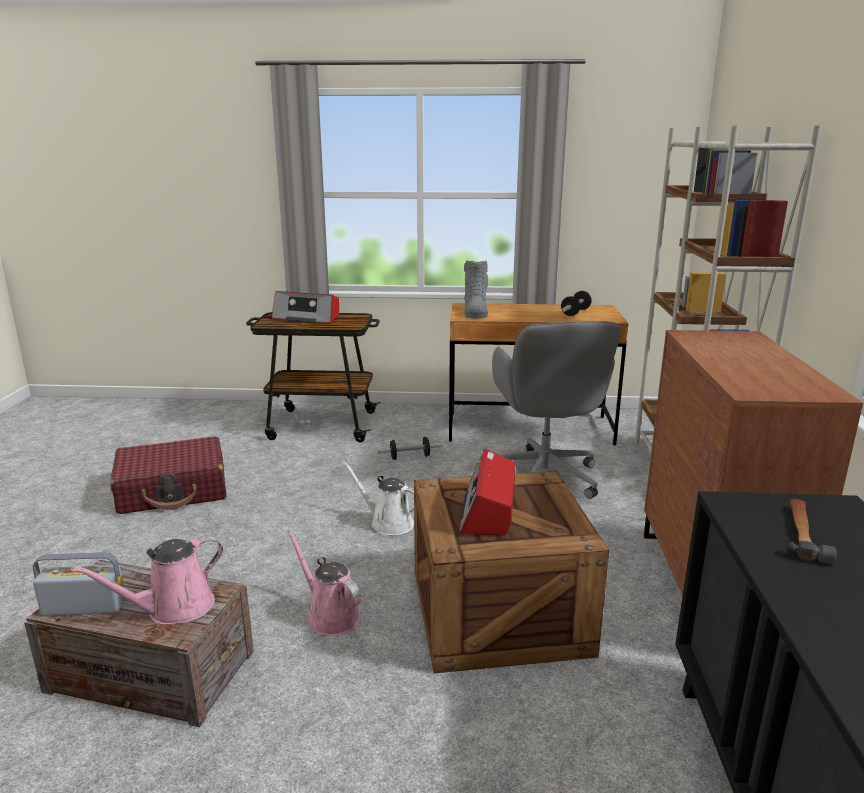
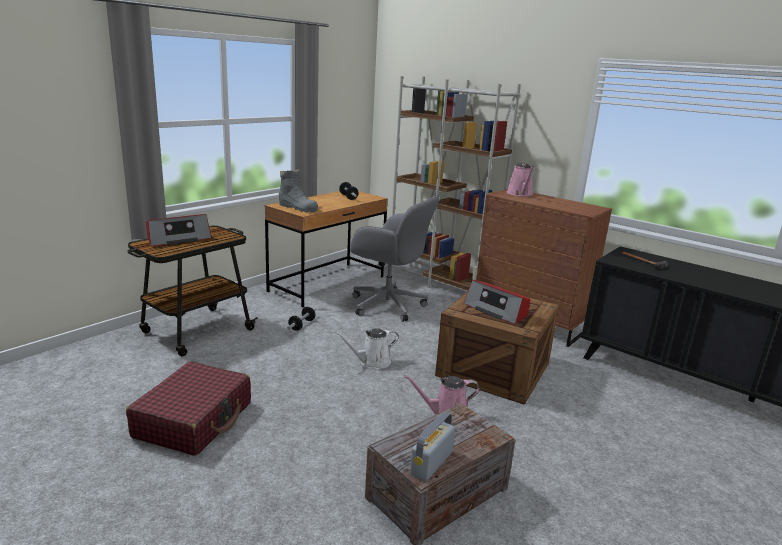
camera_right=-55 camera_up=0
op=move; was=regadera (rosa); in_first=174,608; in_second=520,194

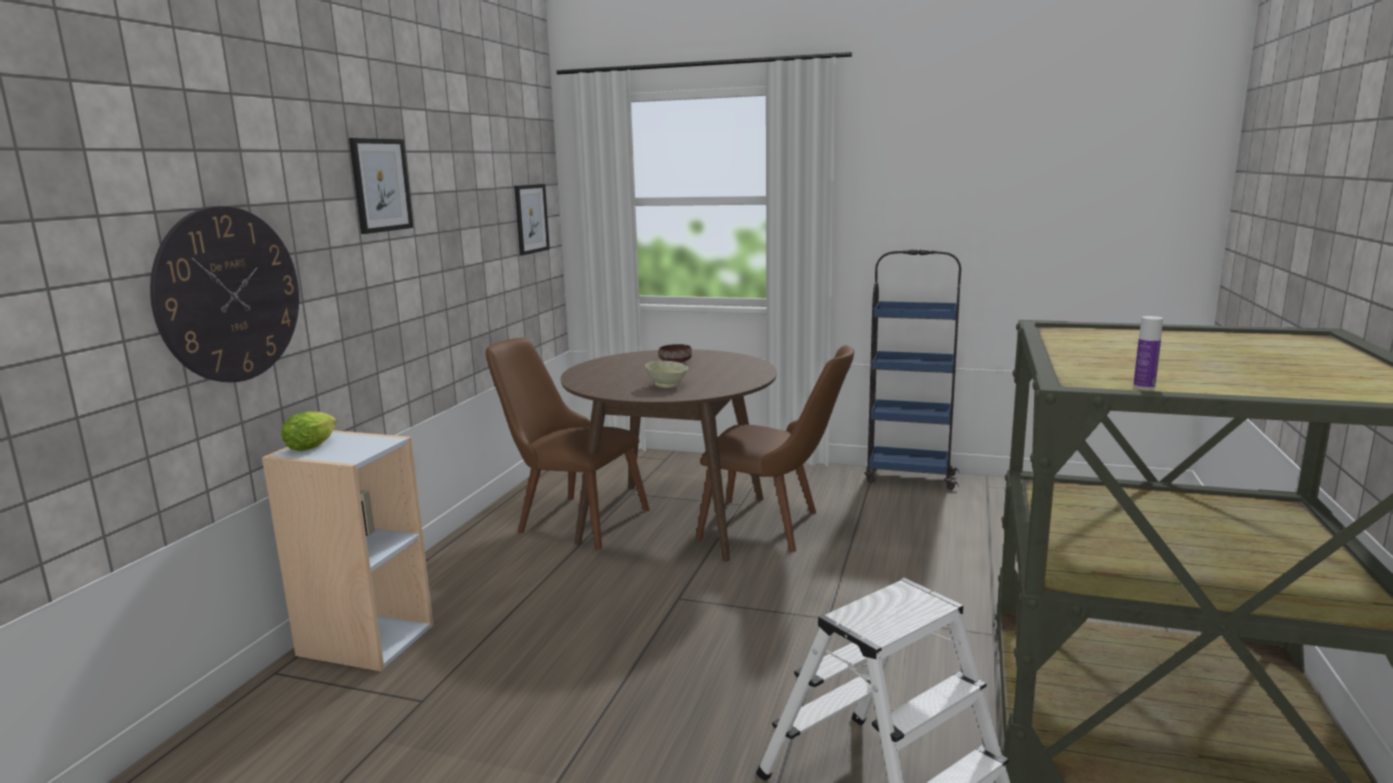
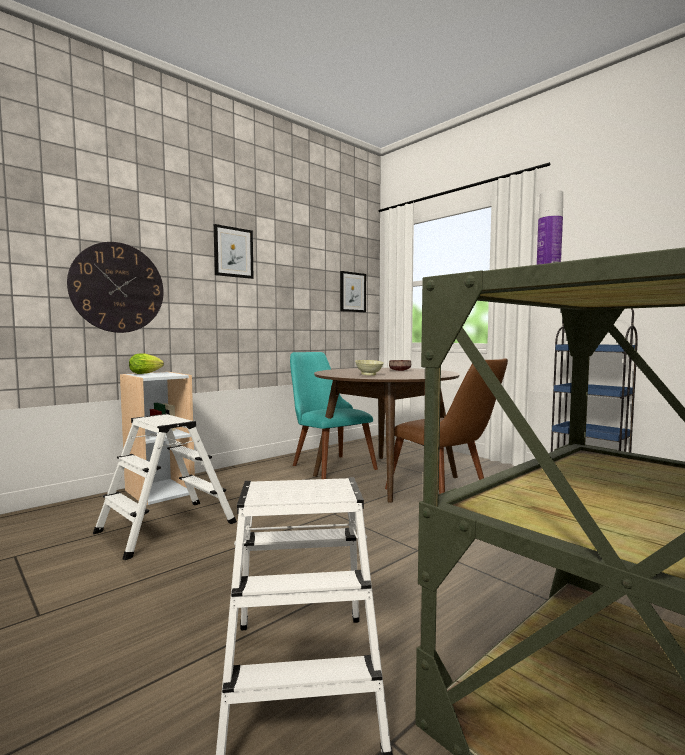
camera_right=30 camera_up=-10
op=insert; now=escalera de tijera (blanco); in_second=166,527
op=recolor; was=silla (marrón); now=silla (turquesa); in_first=569,519; in_second=327,465

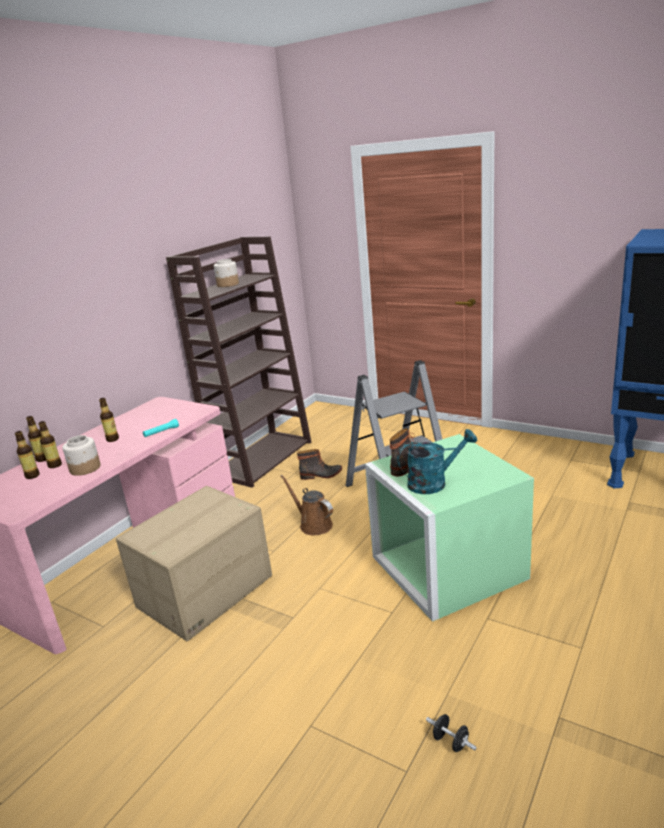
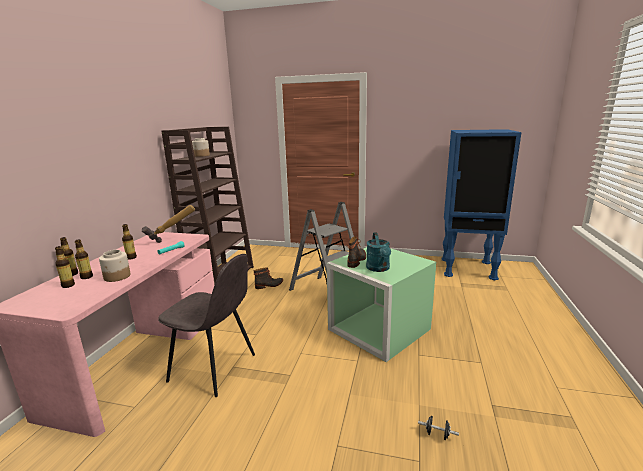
camera_right=-20 camera_up=-5
op=insert; now=martillo; in_second=172,243
op=replace; was=caja de cartón; now=silla (gris); in_first=205,592; in_second=214,368
op=rotate; was=regadera (turquesa); in_first=433,482; in_second=379,269; clockwise=120
op=delete; was=regadera (marrón); in_first=313,524

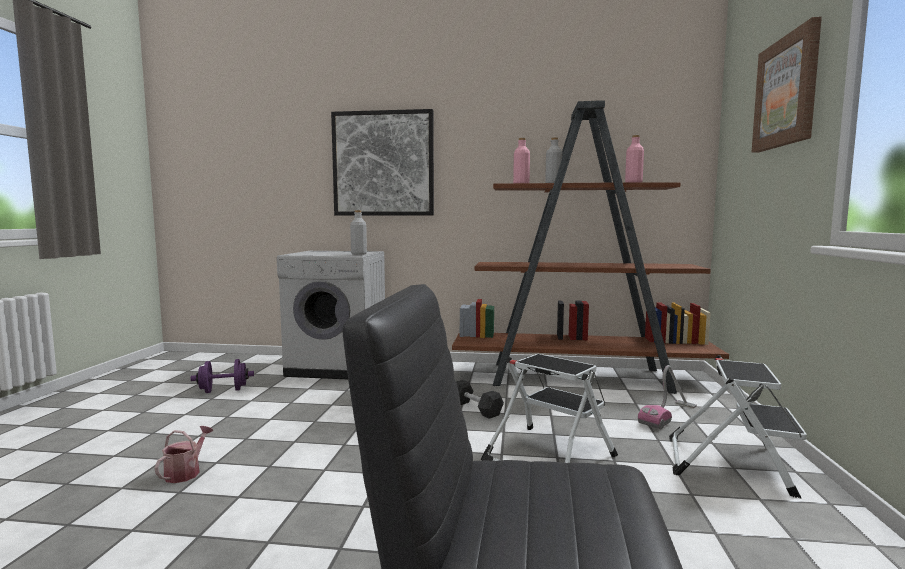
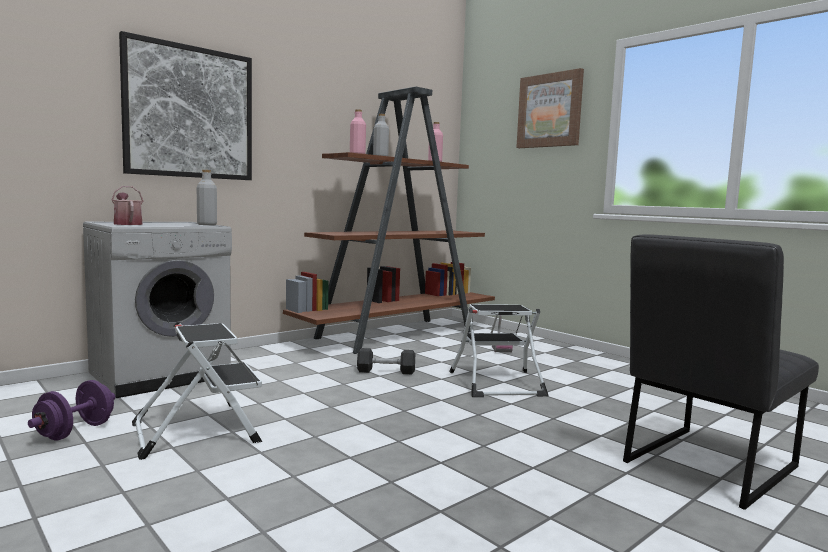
camera_right=-50 camera_up=0
op=move; was=regadera; in_first=186,472; in_second=127,224
op=move; was=escalera de tijera; in_first=730,462; in_second=197,429

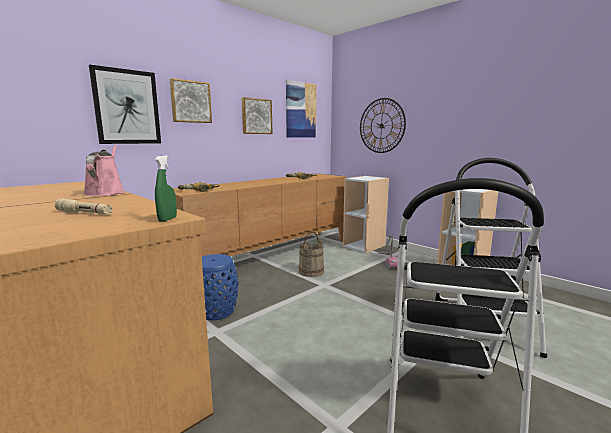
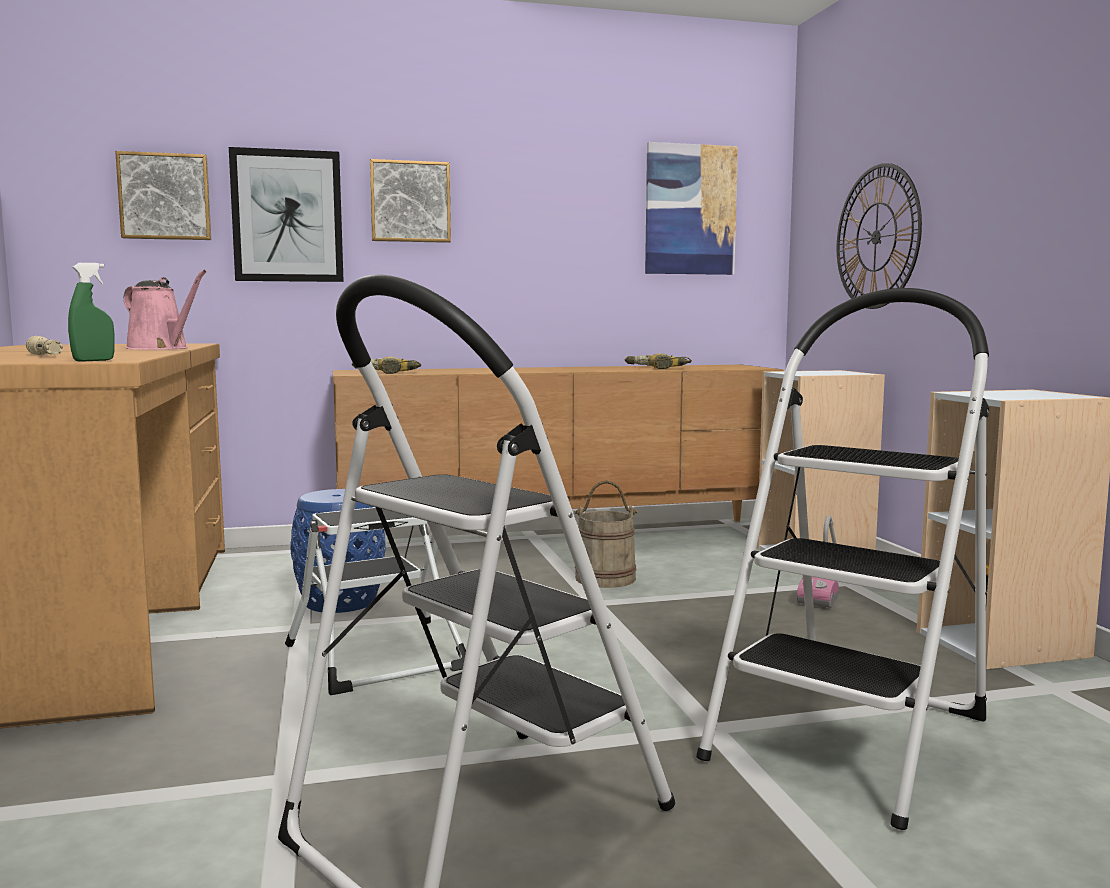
camera_right=30 camera_up=-5
op=move; was=cuadro; in_first=256,116; in_second=165,197
op=rotate; was=regadera (rosa); in_first=106,193; in_second=161,348; clockwise=105
op=insert; now=escalera de tijera; in_second=378,653

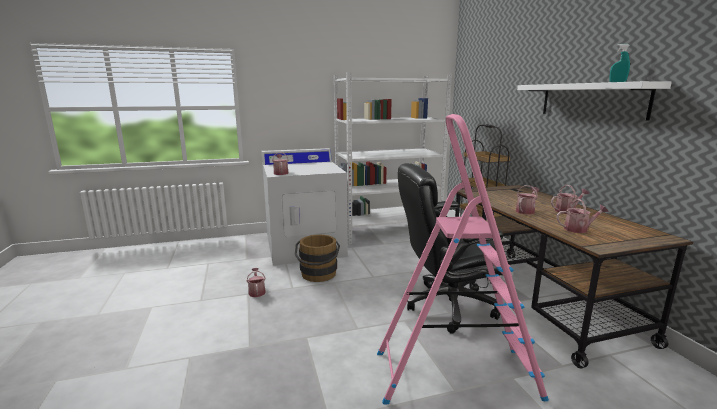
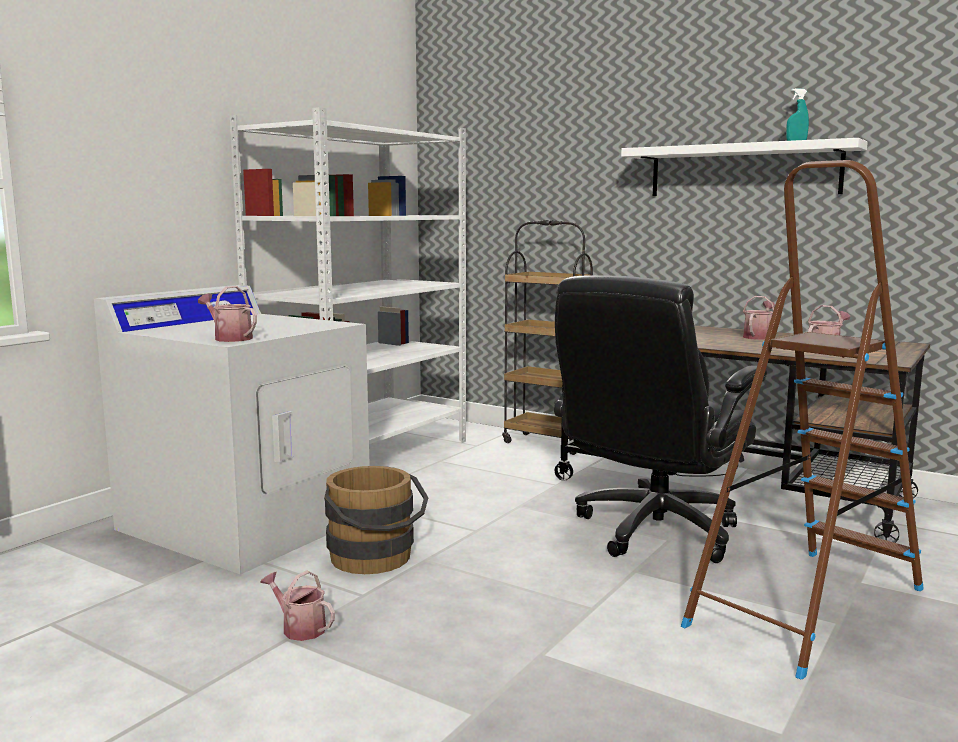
camera_right=-40 camera_up=-5
op=recolor; was=escalera de tijera (rosa); now=escalera de tijera (marrón); in_first=456,375; in_second=808,606
op=delete; was=regadera; in_first=526,211

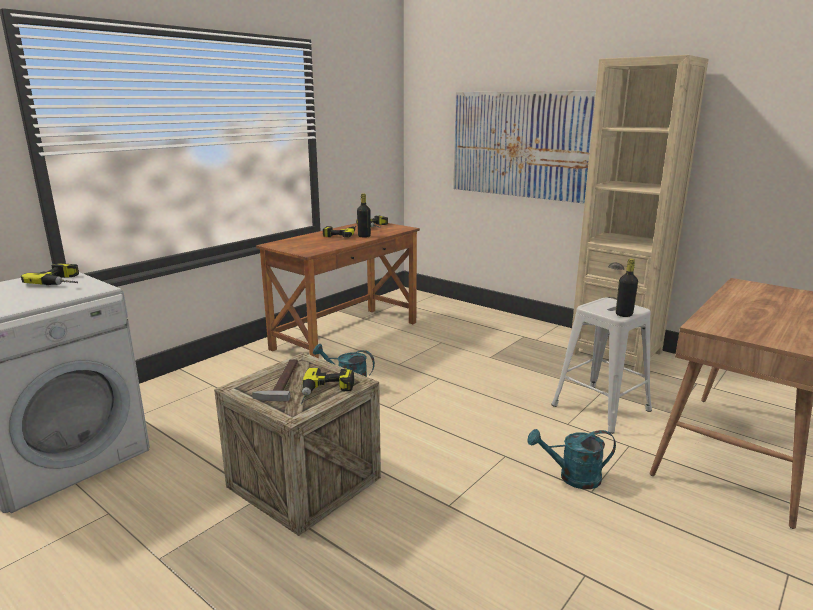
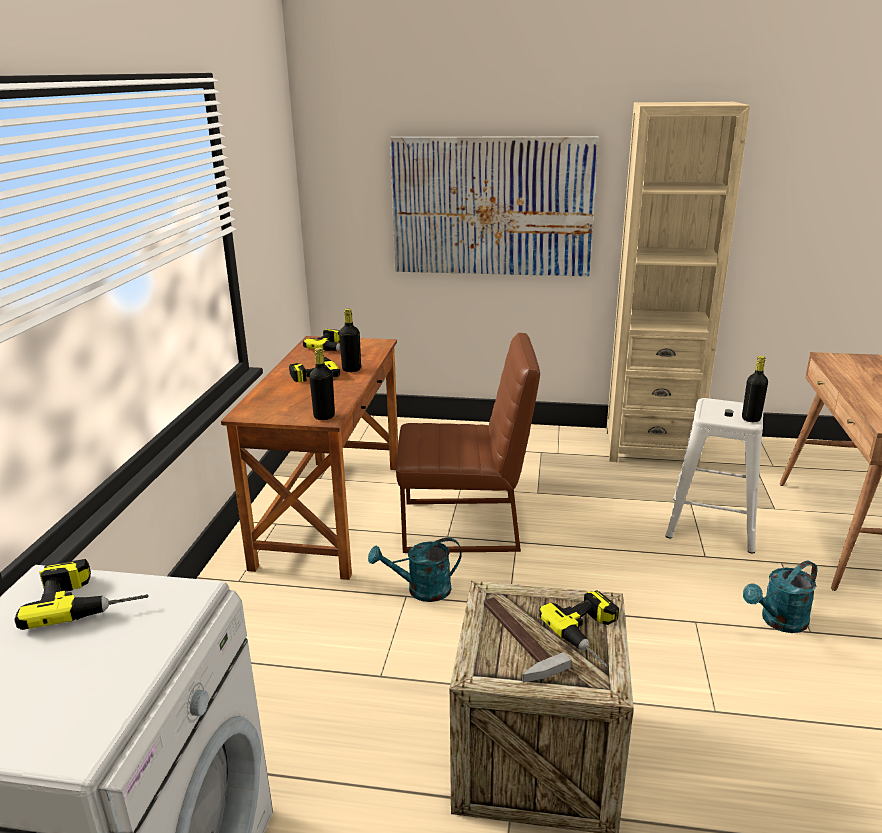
camera_right=-30 camera_up=5
op=insert; now=botella (negro); in_second=324,416
op=insert; now=silla (marrón); in_second=465,526

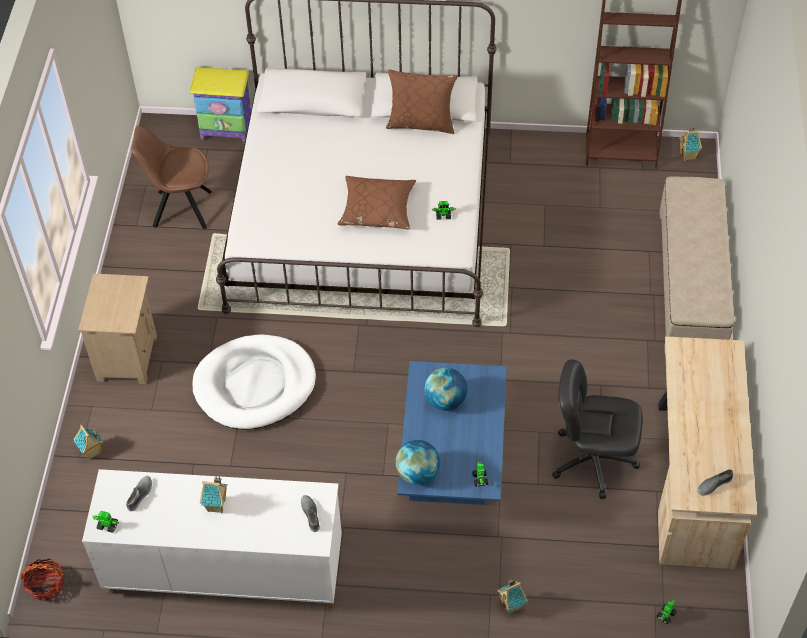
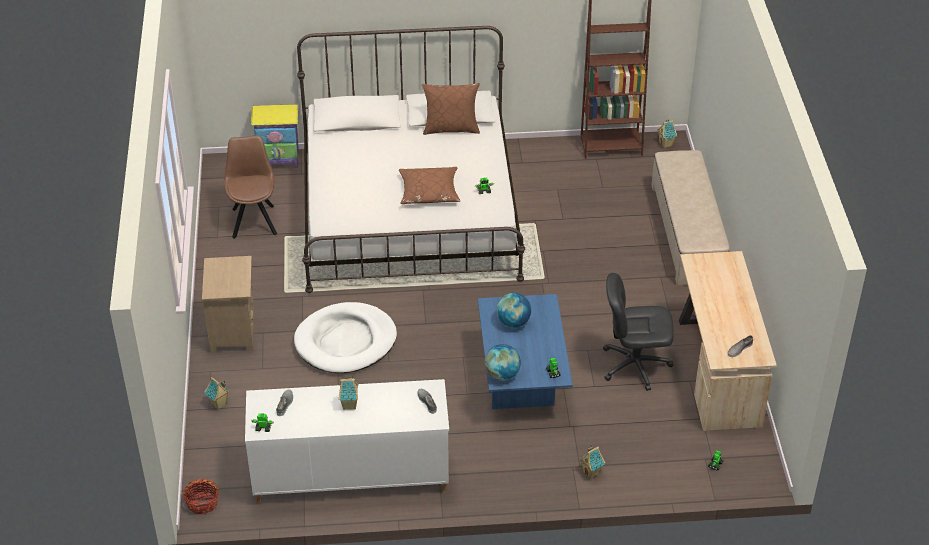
camera_right=-10 camera_up=-10
op=rotate; was=silla (marrón); in_first=181,209; in_second=254,221; clockwise=90

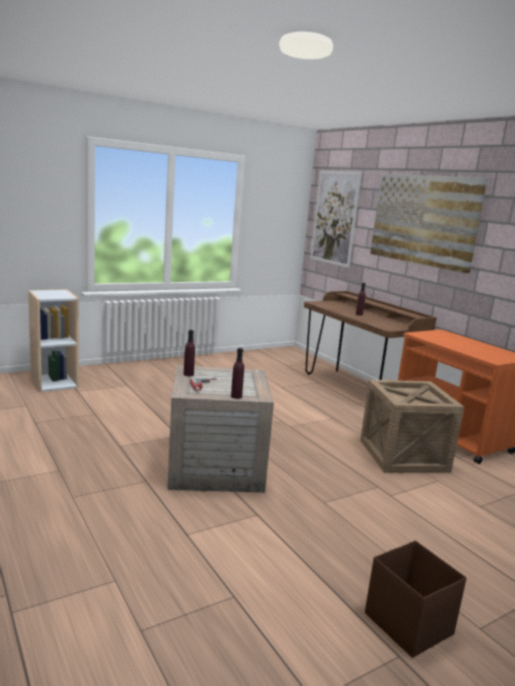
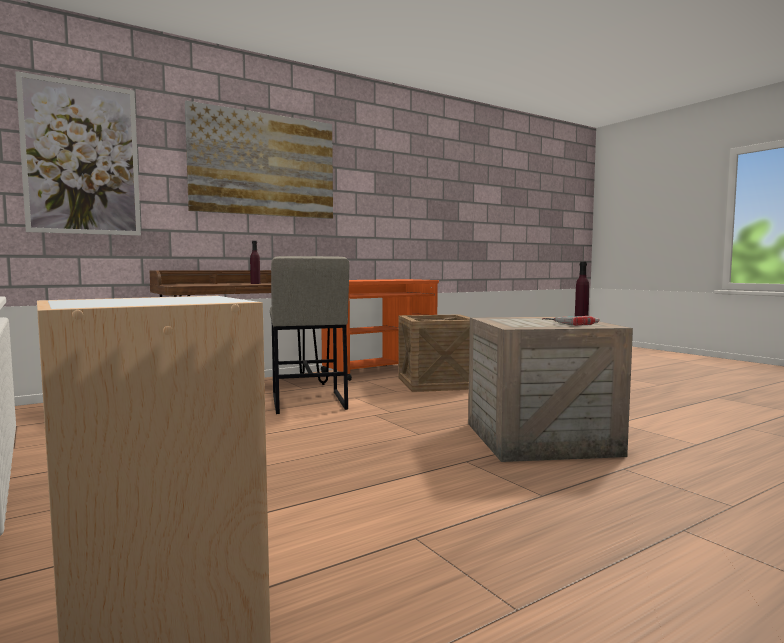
camera_right=-90 camera_up=-10
op=insert; now=silla (gris); in_second=309,403
op=delete; was=botella (morado); in_first=188,374
op=delete; was=caja de almacenaje (marrón); in_first=407,623

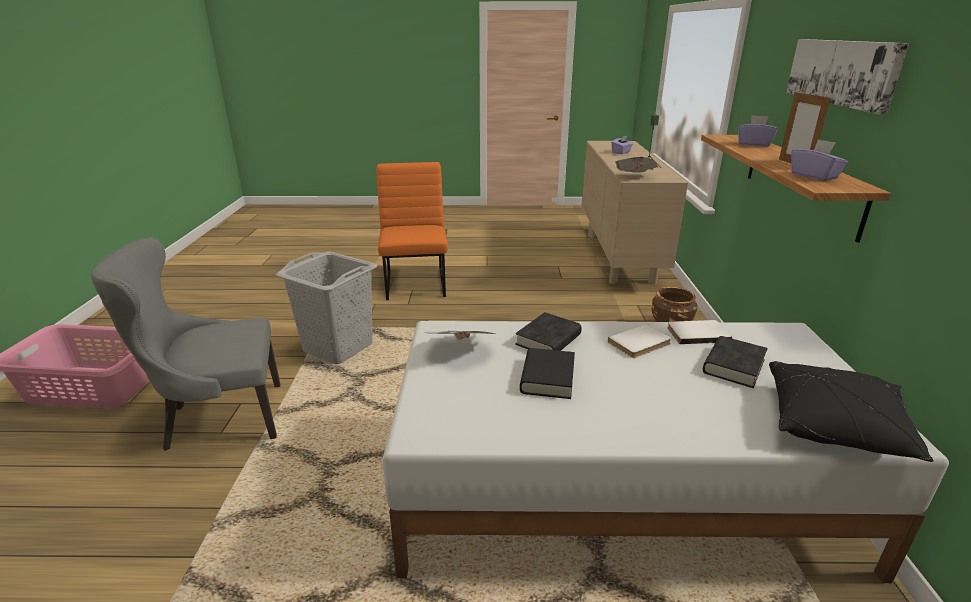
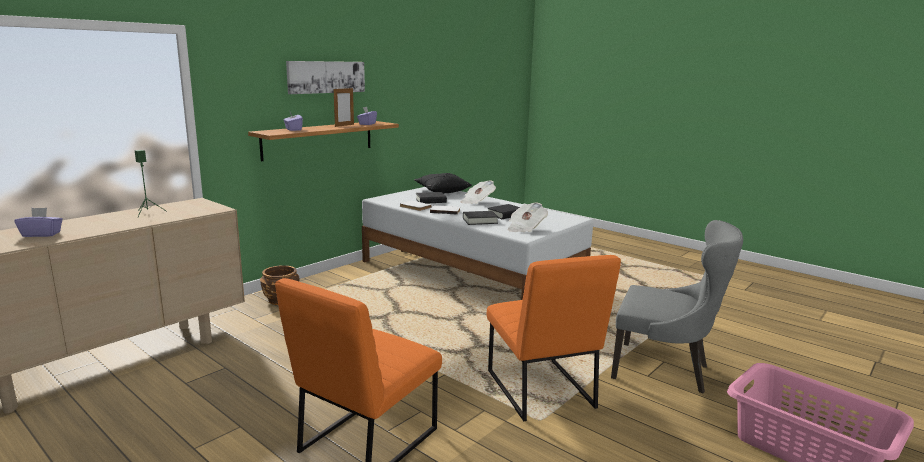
camera_right=-140 camera_up=-10
op=move; was=periódico; in_first=634,177; in_second=477,201
op=replace; was=cesto de la ropa (gris); now=silla (naranja); in_first=338,346; in_second=540,391

